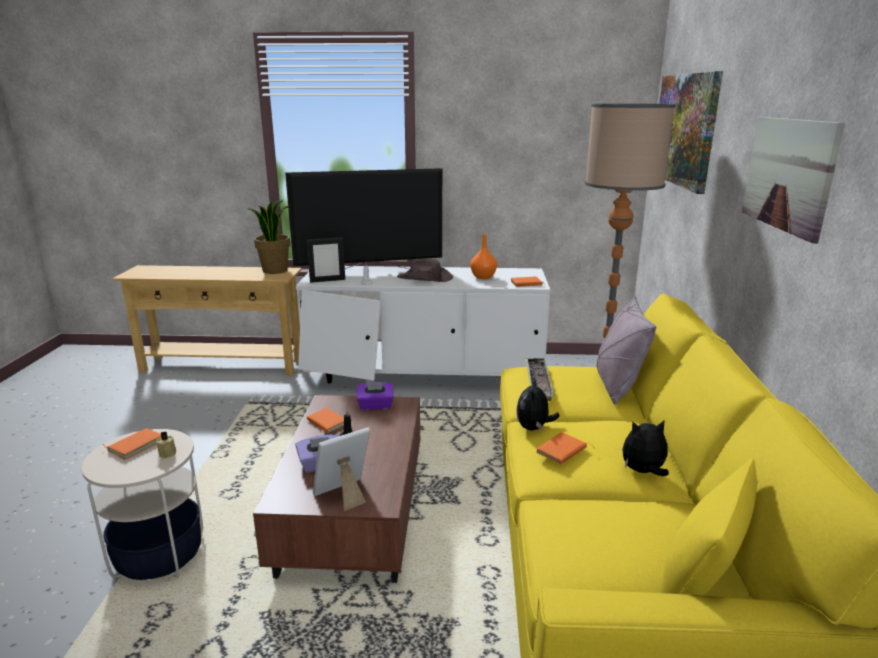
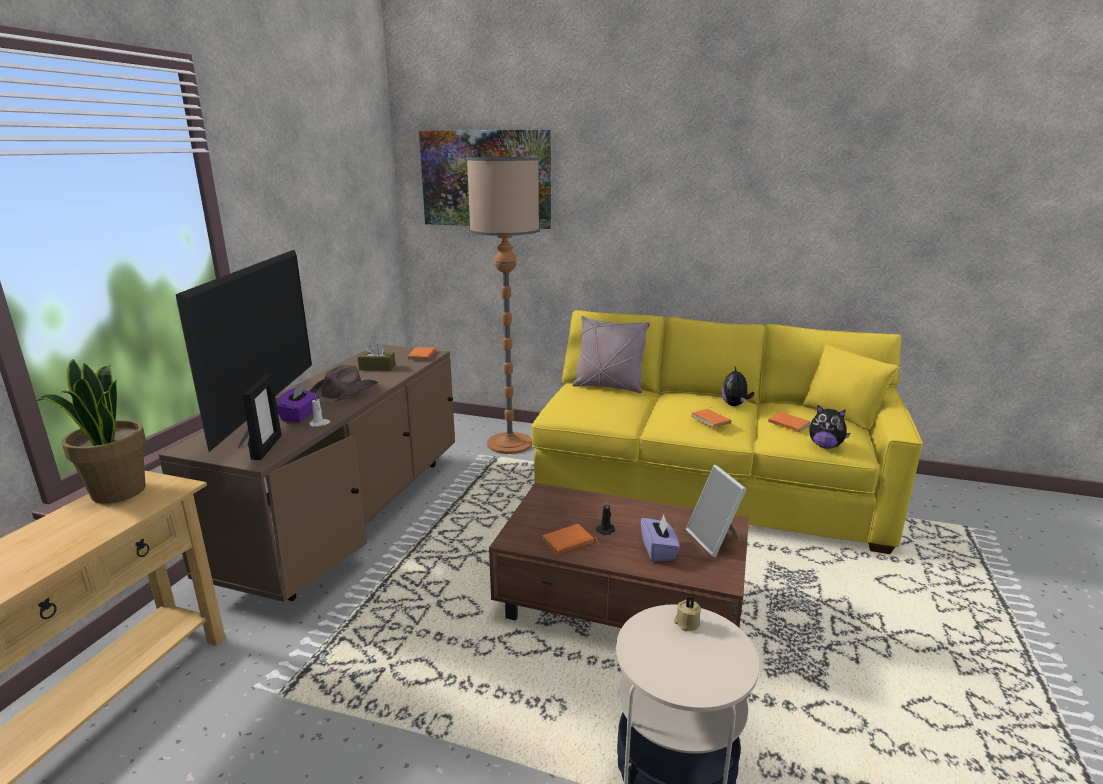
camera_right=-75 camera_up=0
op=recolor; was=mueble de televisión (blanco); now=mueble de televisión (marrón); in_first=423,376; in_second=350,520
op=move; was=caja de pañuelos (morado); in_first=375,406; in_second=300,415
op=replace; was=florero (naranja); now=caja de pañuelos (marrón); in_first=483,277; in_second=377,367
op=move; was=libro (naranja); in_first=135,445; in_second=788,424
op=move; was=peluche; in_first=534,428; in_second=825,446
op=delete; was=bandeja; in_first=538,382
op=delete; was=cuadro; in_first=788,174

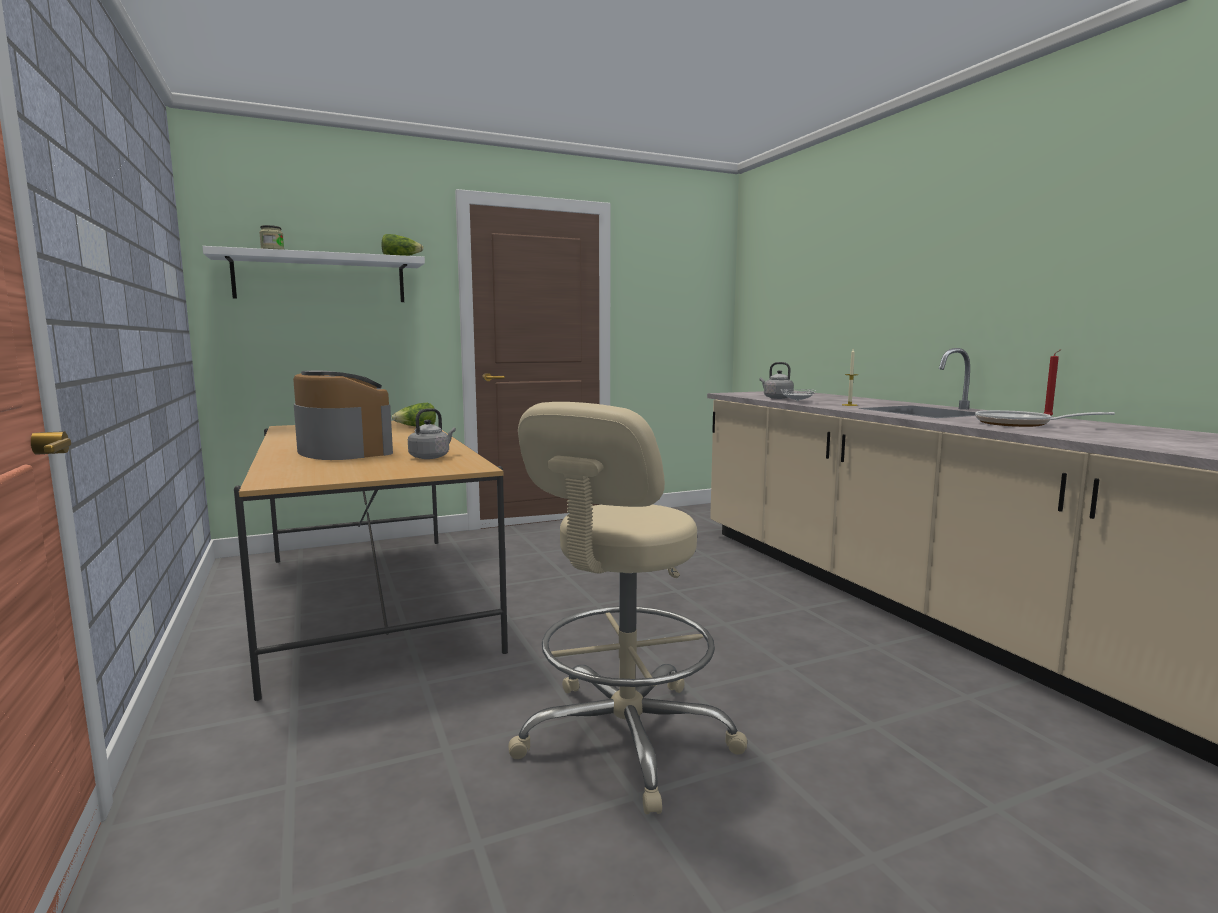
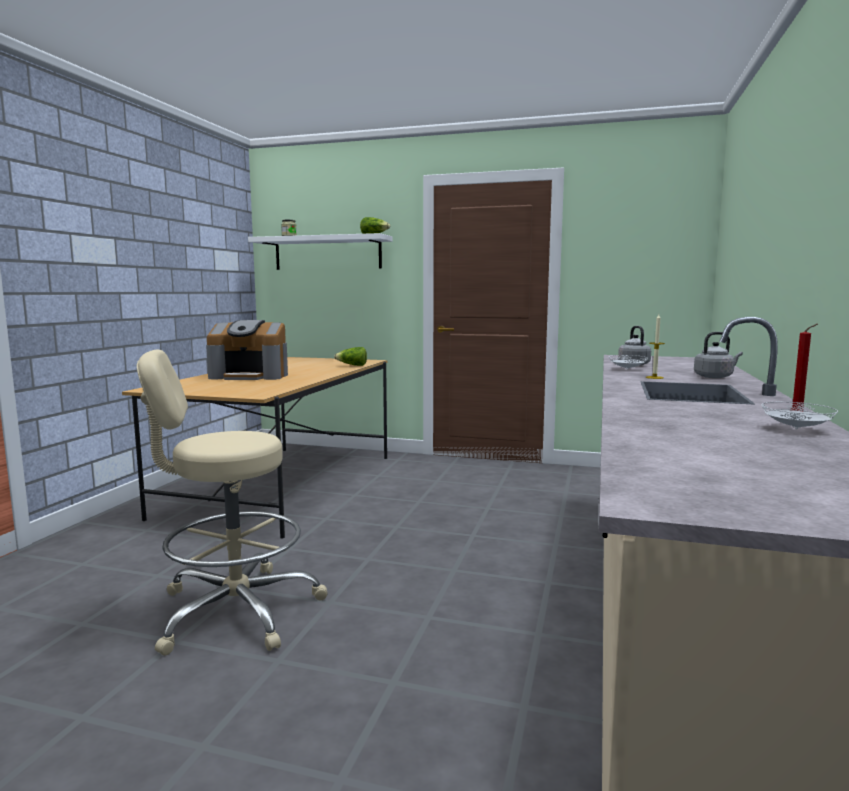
camera_right=40 camera_up=0
op=rotate; was=cafetera; in_first=343,450; in_second=250,376; clockwise=90
op=move; was=hervidor (gris); in_first=431,457; in_second=715,377
op=insert; now=plato (blanco); in_second=797,429
op=delete; was=sartén; in_first=1019,424

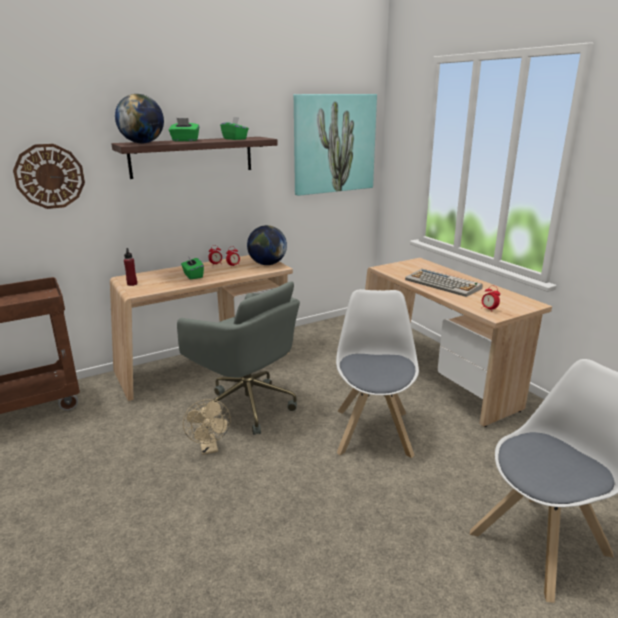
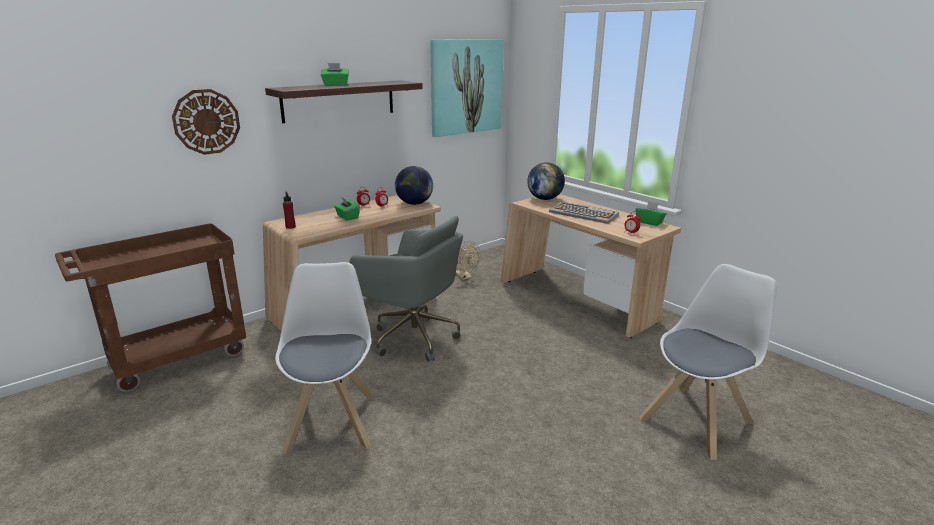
camera_right=-10 camera_up=0
op=move; was=silla; in_first=373,430; in_second=332,419
op=move; was=ventilador (beis); in_first=209,448; in_second=465,277
op=move; was=globo terráqueo; in_first=142,143; in_second=544,199
op=move; was=caja de pañuelos (verde); in_first=235,139; in_second=649,222

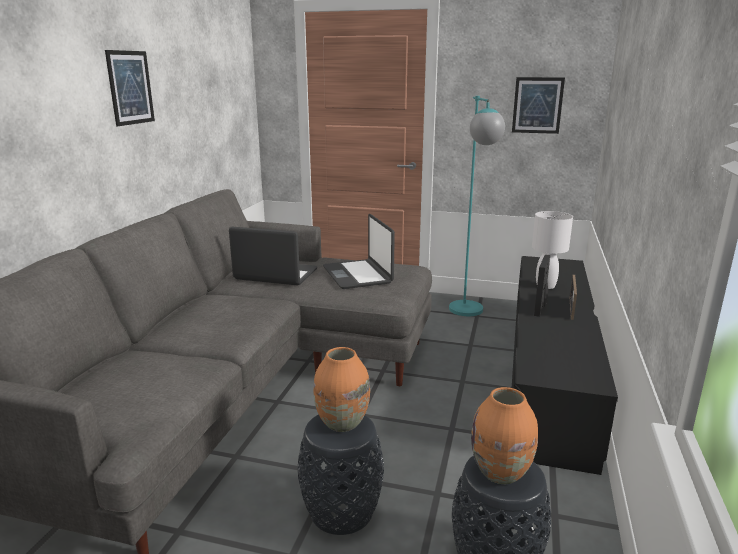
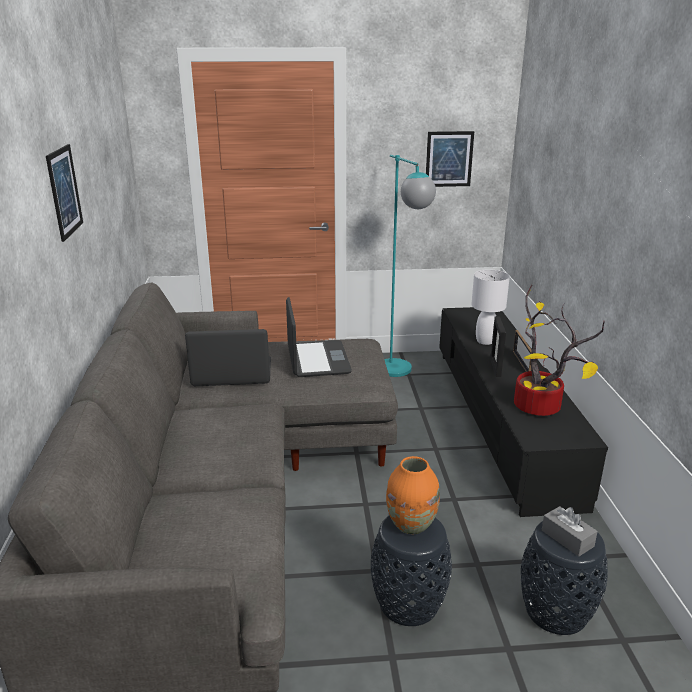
camera_right=-20 camera_up=5
op=rotate; was=portátil; in_first=358,275; in_second=317,360; clockwise=-150
op=insert; now=planta en maceta; in_second=541,407
op=replace; was=florero (naranja); now=caja de pañuelos (gris); in_first=501,473; in_second=567,538

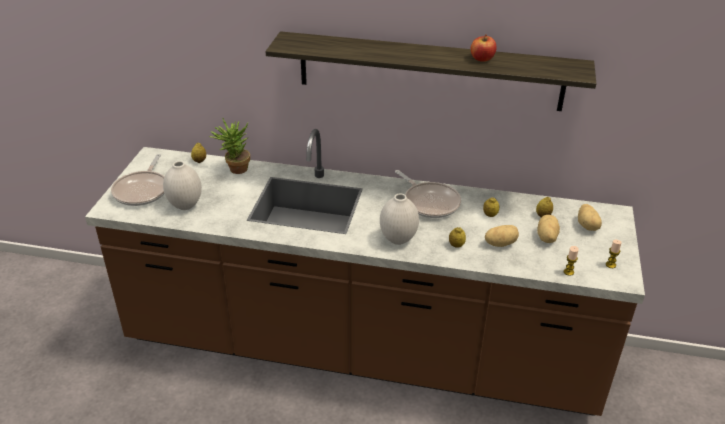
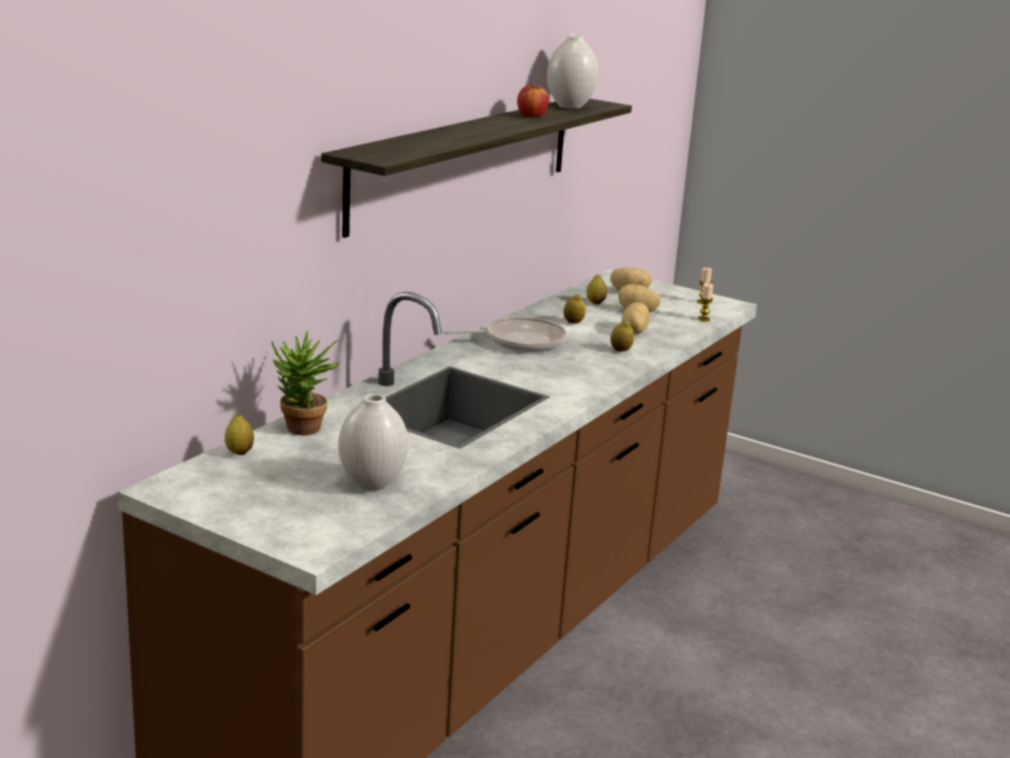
camera_right=-70 camera_up=-15
op=move; was=florero (blanco); in_first=398,239; in_second=570,106
op=delete; was=sartén; in_first=142,190

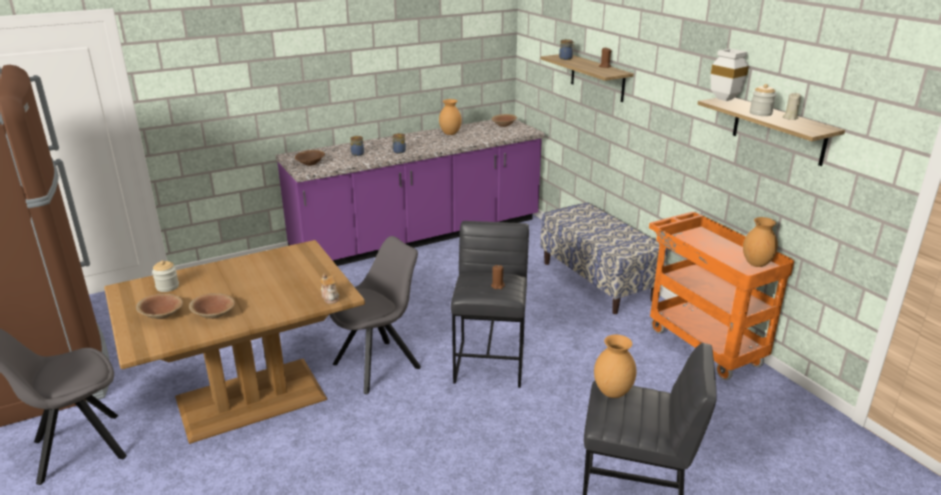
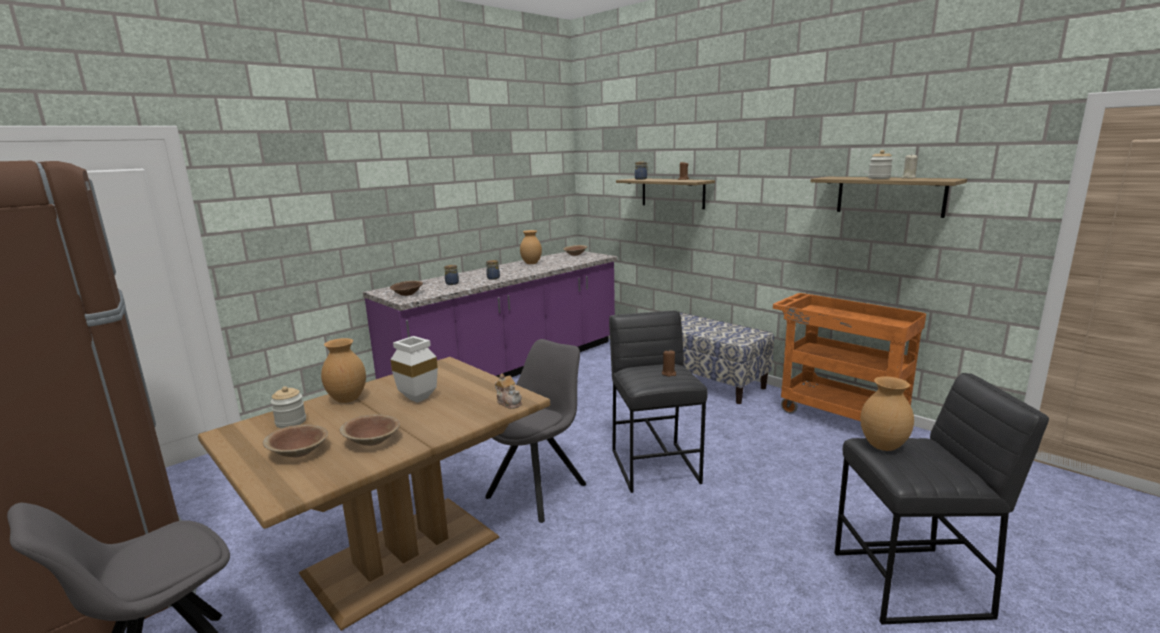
camera_right=-15 camera_up=-10
op=move; was=florero (marrón); in_first=756,264; in_second=347,399
op=move; was=florero (blanco); in_first=726,99; in_second=420,399

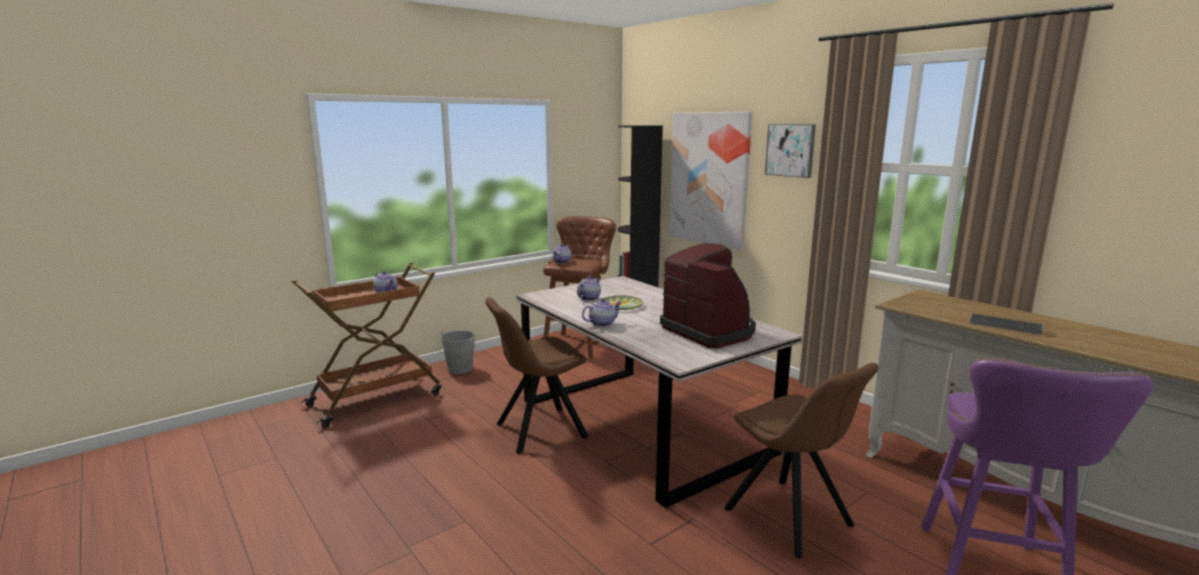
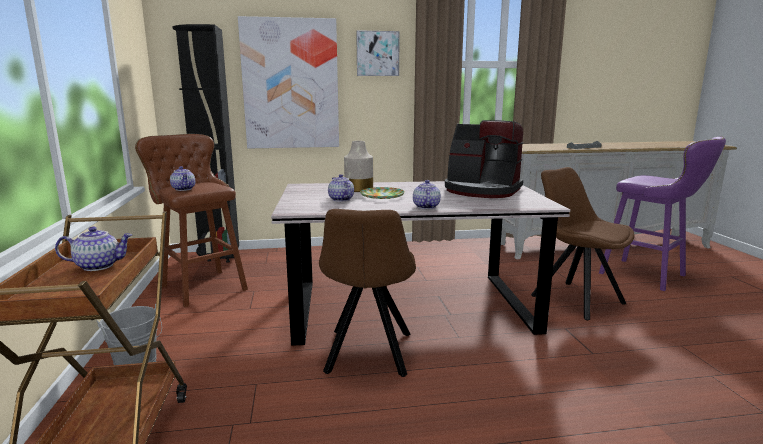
camera_right=-60 camera_up=0
op=insert; now=florero (beis); in_second=359,189
op=rotate; was=cafetera; in_first=709,331; in_second=482,190; clockwise=-150
op=rotate; was=silla (marrón); in_first=789,517; in_second=576,299; clockwise=-120

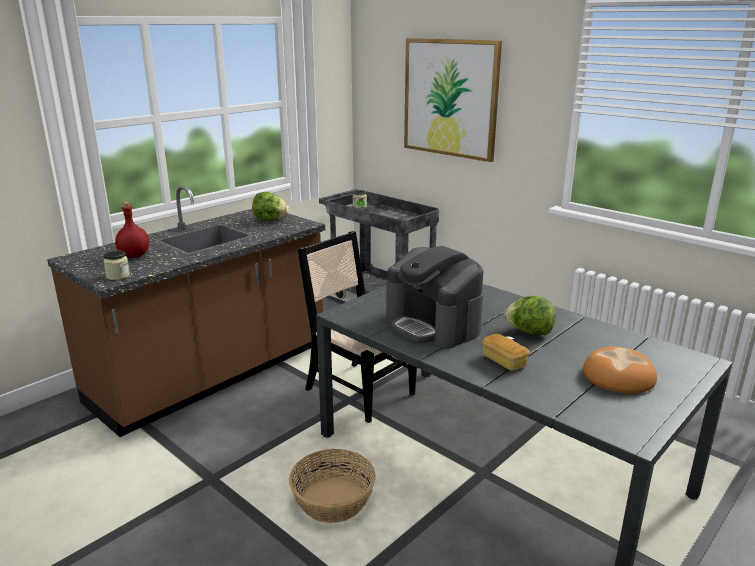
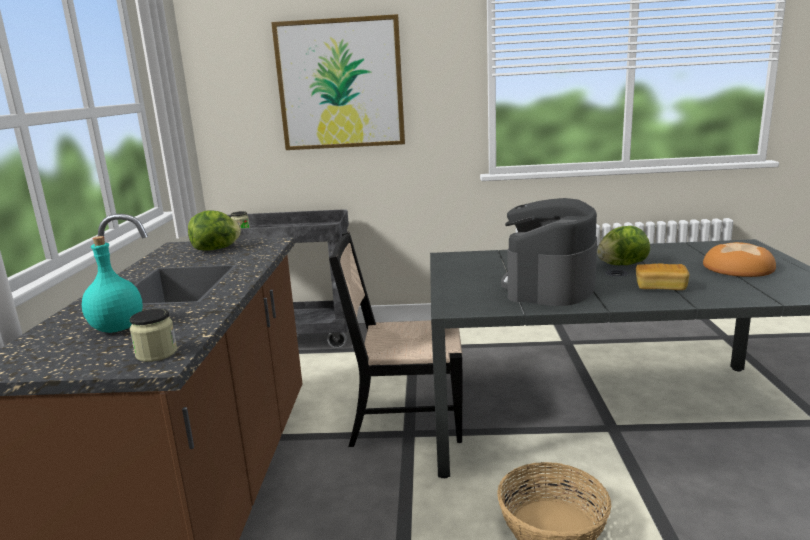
camera_right=-40 camera_up=-5
op=recolor; was=botella (rojo); now=botella (turquesa); in_first=134,256; in_second=117,328
op=rotate; was=cafetera; in_first=433,325; in_second=549,286; clockwise=105

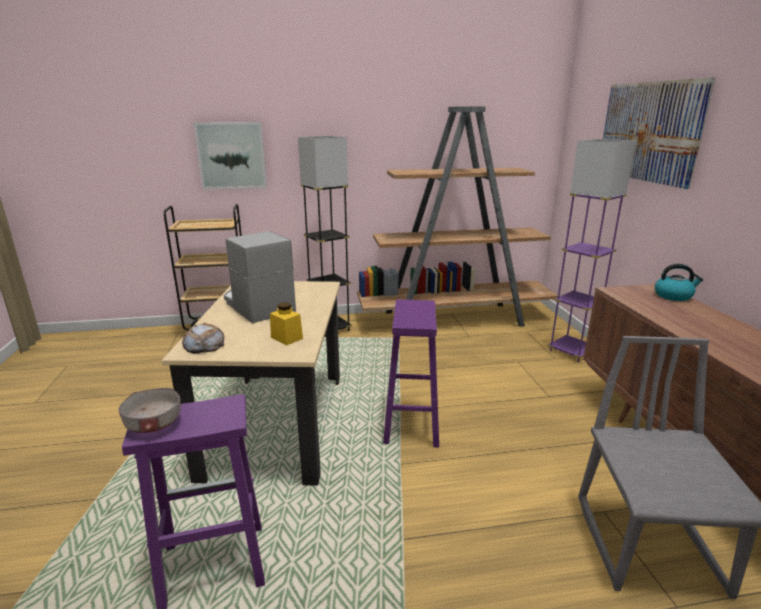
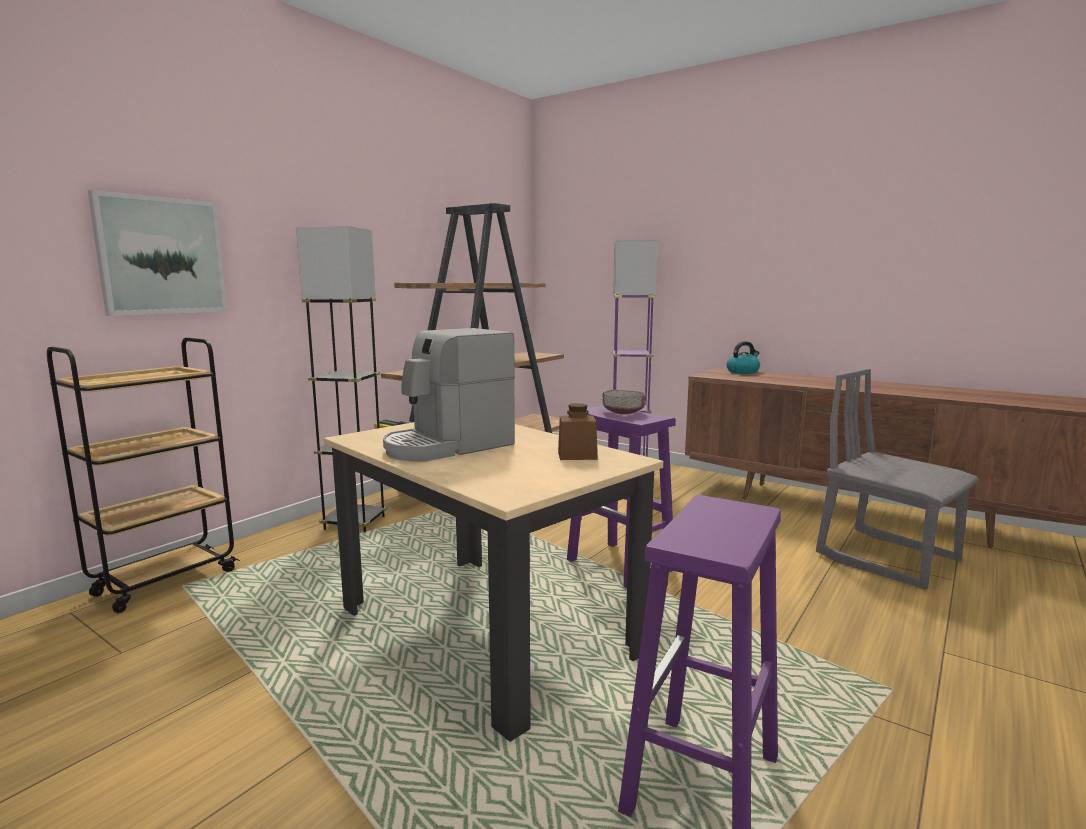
camera_right=-45 camera_up=-10
op=rotate; was=cafetera; in_first=257,306; in_second=448,446; clockwise=-45
op=recolor; was=tarro (amarillo); now=tarro (marrón); in_first=286,338; in_second=577,455
op=move; was=cuenco (gris); in_first=154,424; in_second=623,413
op=delete; was=pan; in_first=204,344
op=delete; was=cuadro; in_first=648,131

